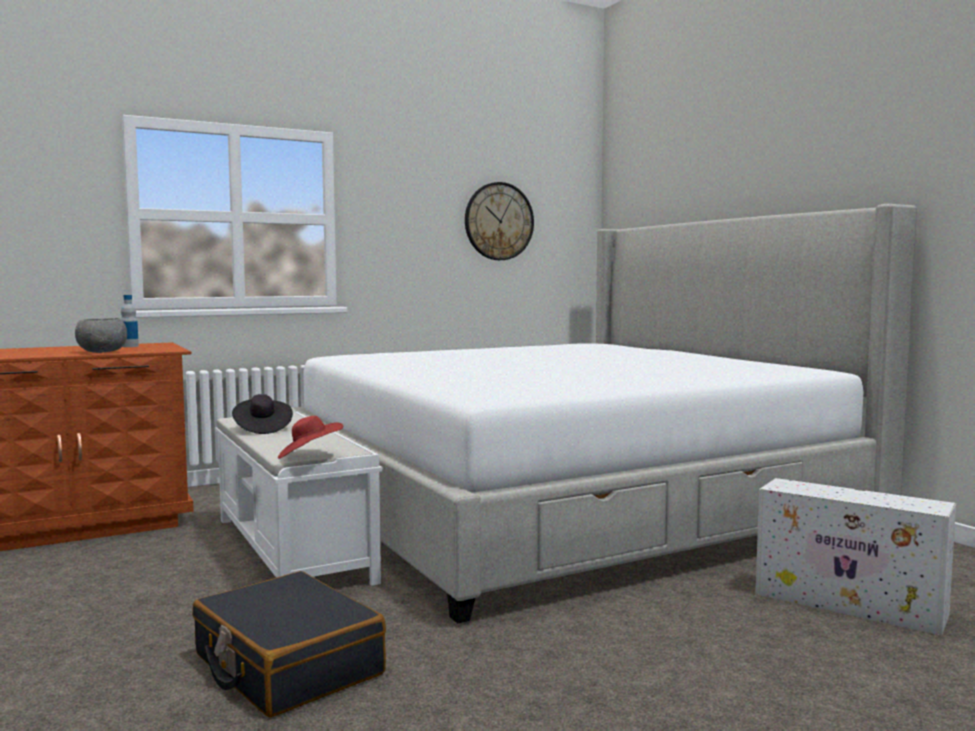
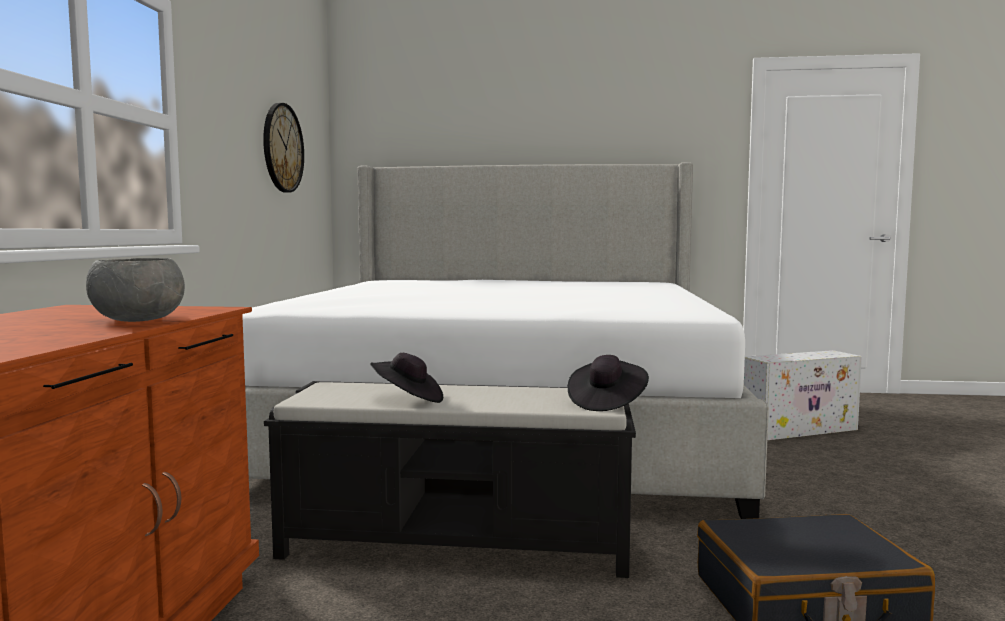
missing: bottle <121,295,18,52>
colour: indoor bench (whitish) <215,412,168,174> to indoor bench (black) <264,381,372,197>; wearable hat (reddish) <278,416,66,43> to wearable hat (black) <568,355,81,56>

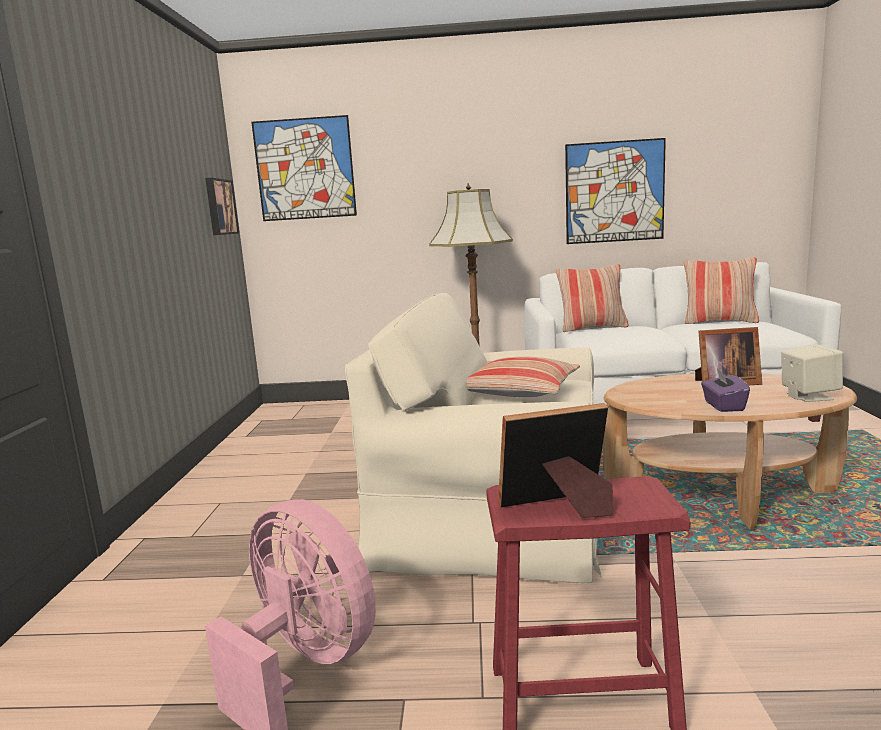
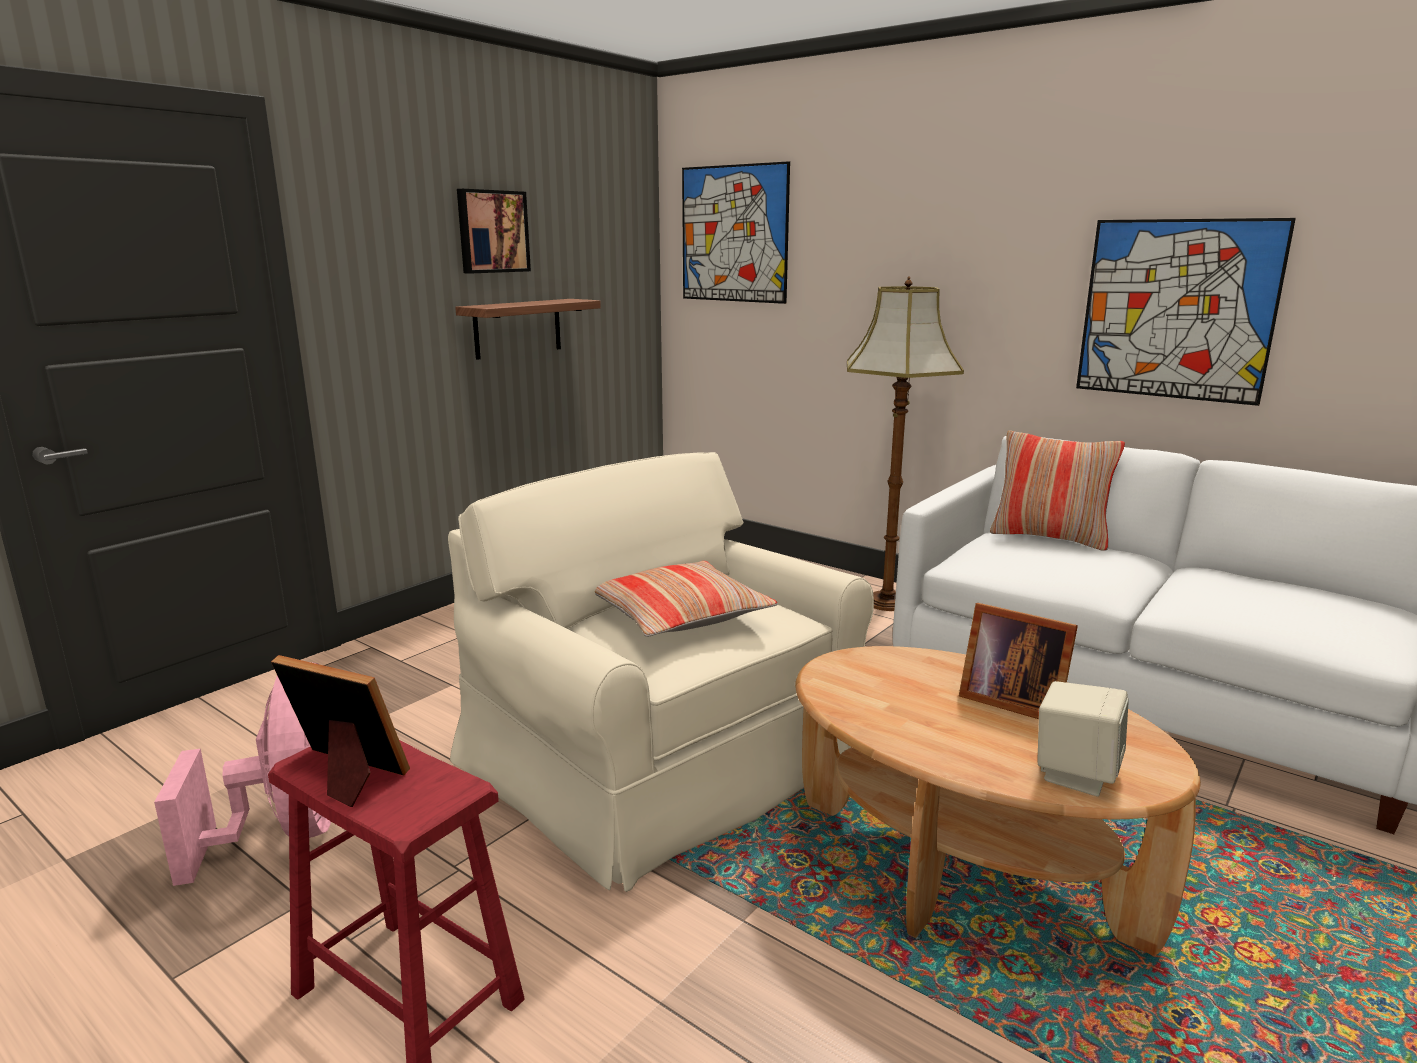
missing: pillow <684,257,75,67>; tissue holder (purplish) <701,369,49,43>
appeared: shelf <455,299,146,61>
relocated: picture <205,178,34,57> to <457,189,74,85>

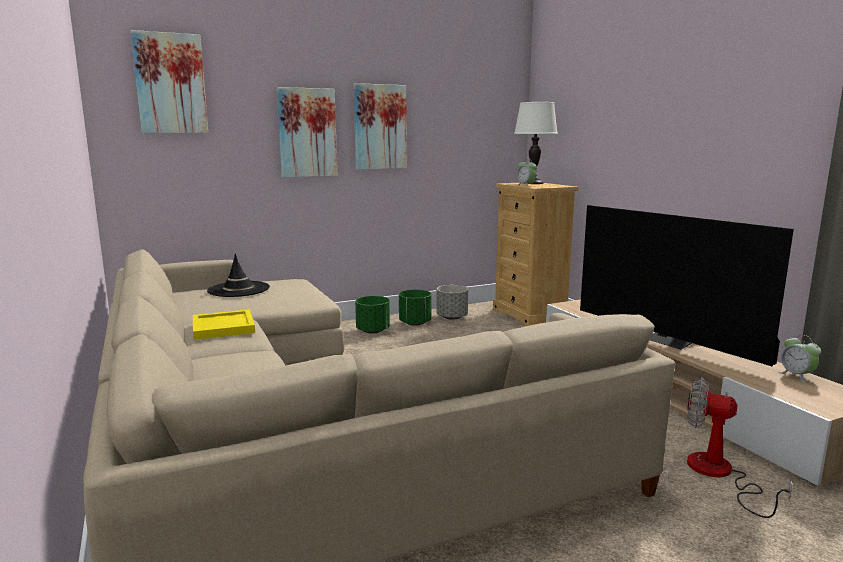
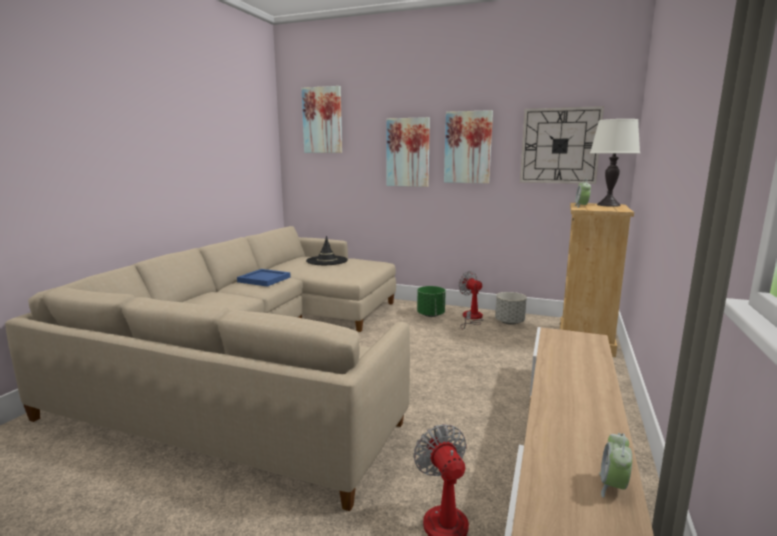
missing: television <580,205,214,161>
appeared: hanging clock <520,106,84,78>
exchanged: flower pot (greenish) <399,290,32,36> to electric fan <458,271,26,58>
colour: serving tray (yellowish) <193,309,62,31> to serving tray (blue) <237,269,54,18>

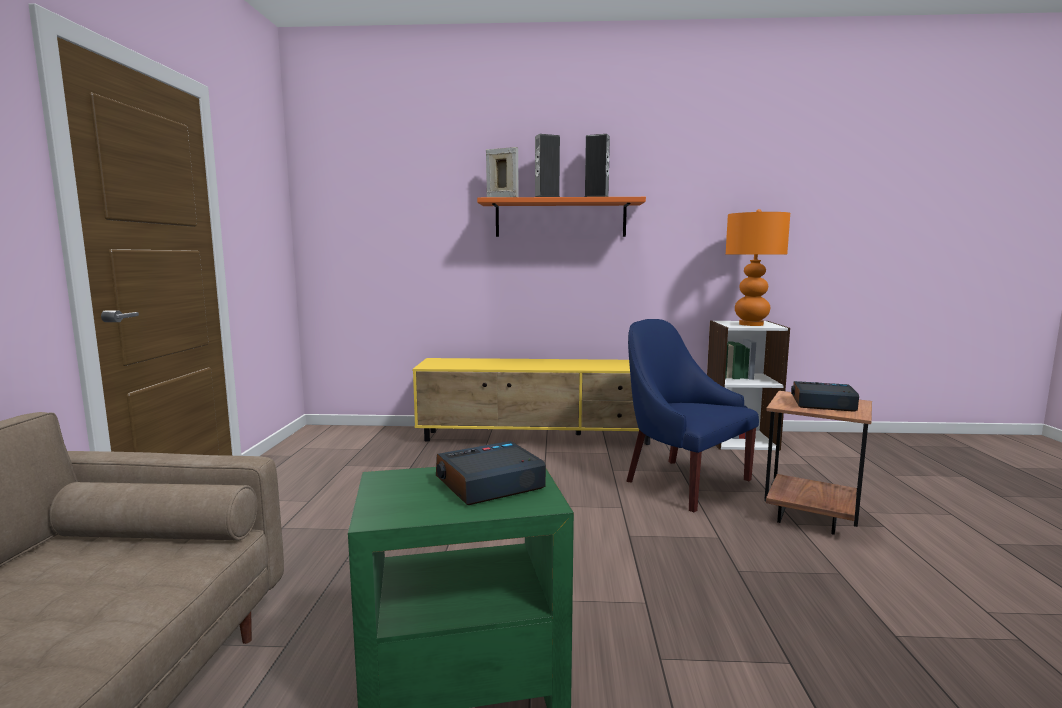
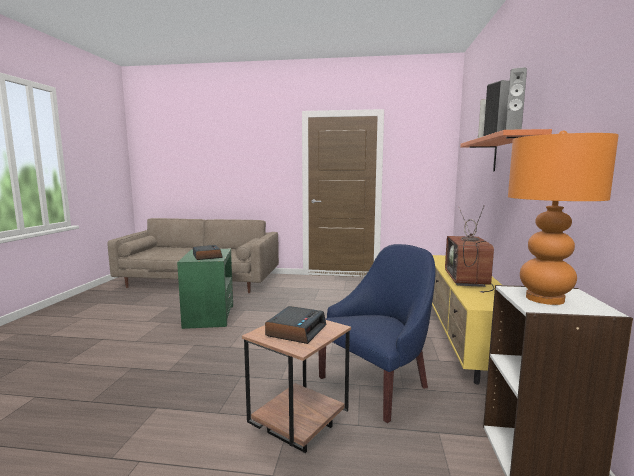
appeared: television <445,205,49,88>

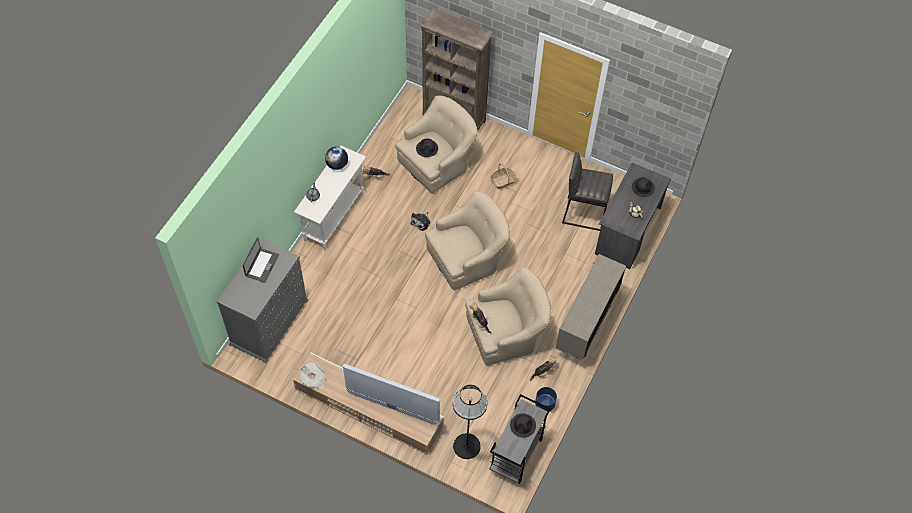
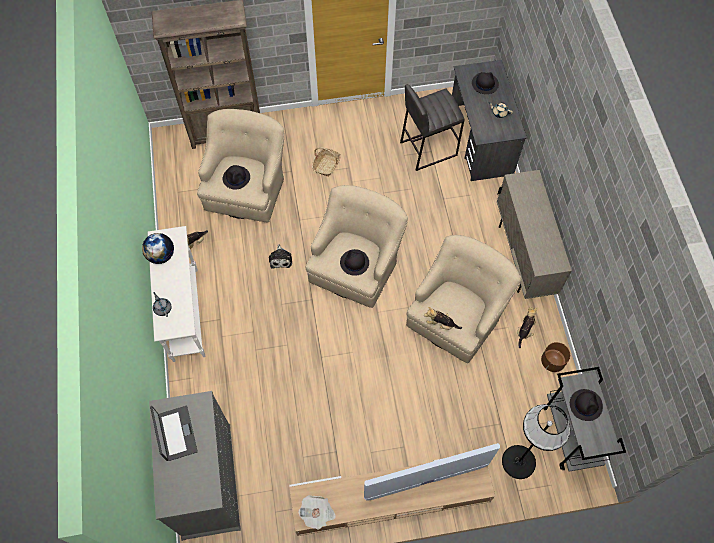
appeared: wearable hat (black) <340,249,29,27>
colour: flower pot (blue) <535,387,22,24> to flower pot (brown) <541,342,29,30>

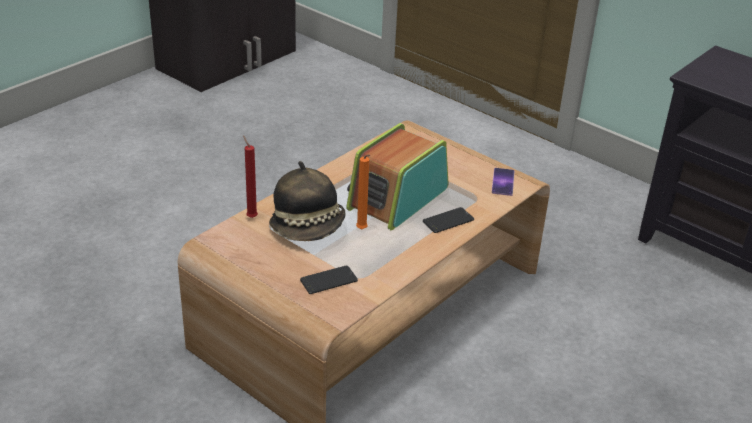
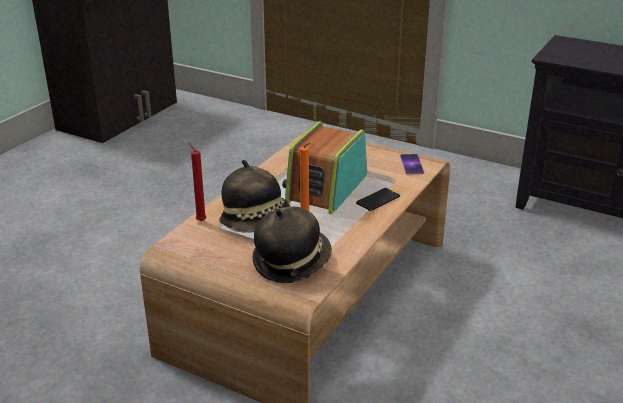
exchanged: telephone <300,266,58,28> to wearable hat <253,206,79,77>

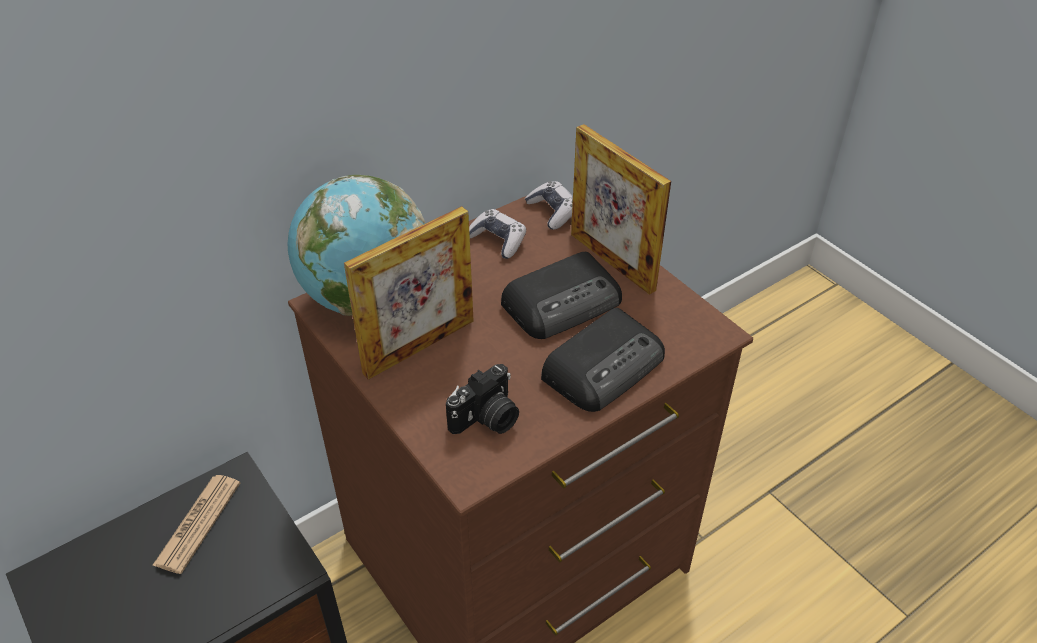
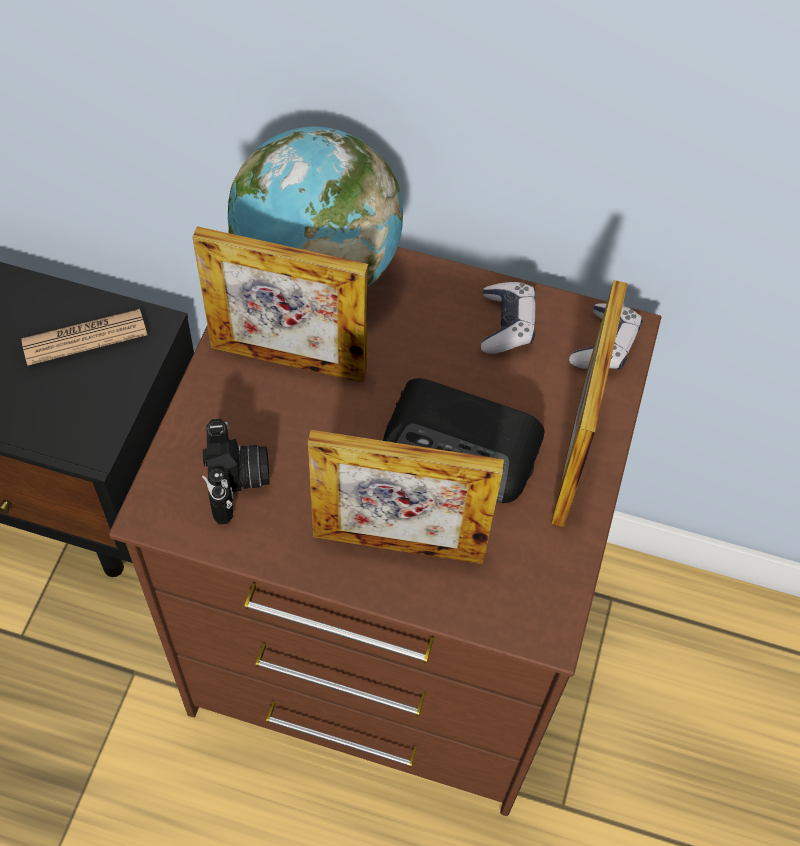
exchanged: radio <541,308,124,104> to standing frame <308,430,196,134>
spun: still camera <446,364,73,70> = <202,419,68,105> 105 degrees counterclockwise

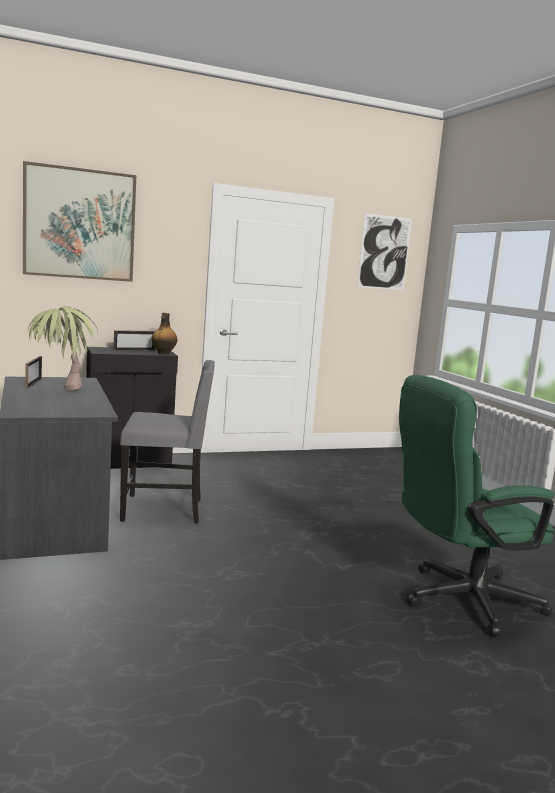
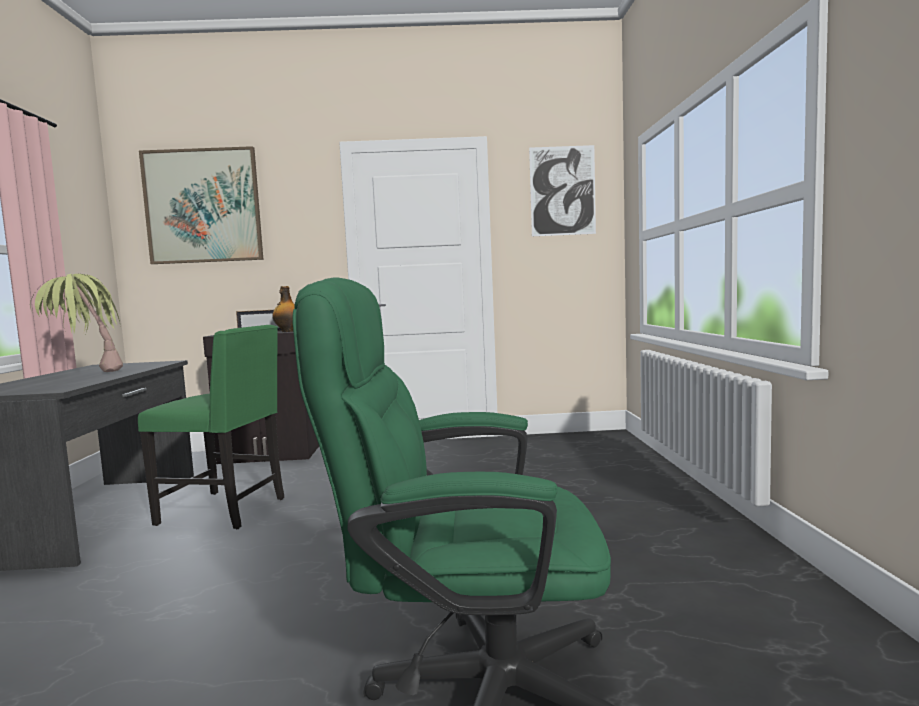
missing: standing frame <25,356,17,33>
colour: plain chair (greyish) <120,360,95,163> to plain chair (greenish) <138,325,146,204>

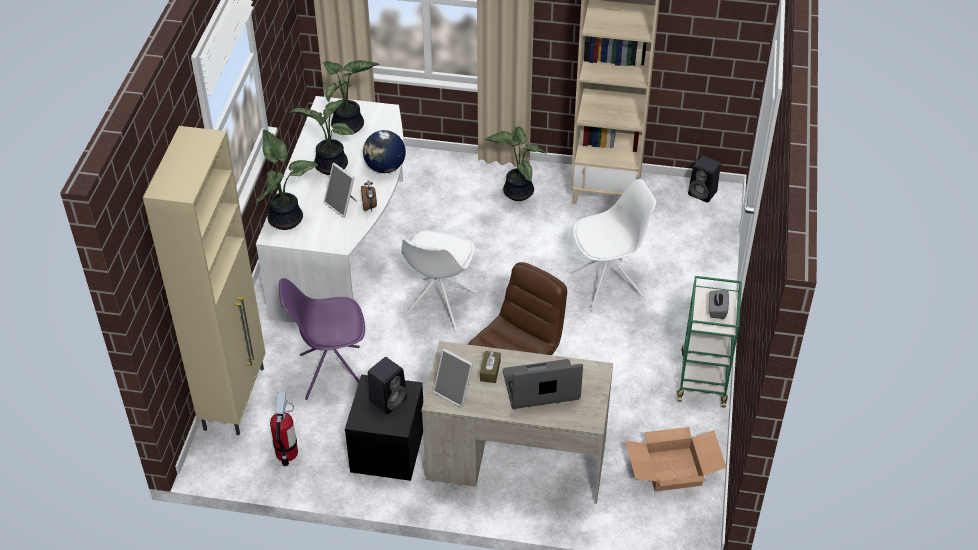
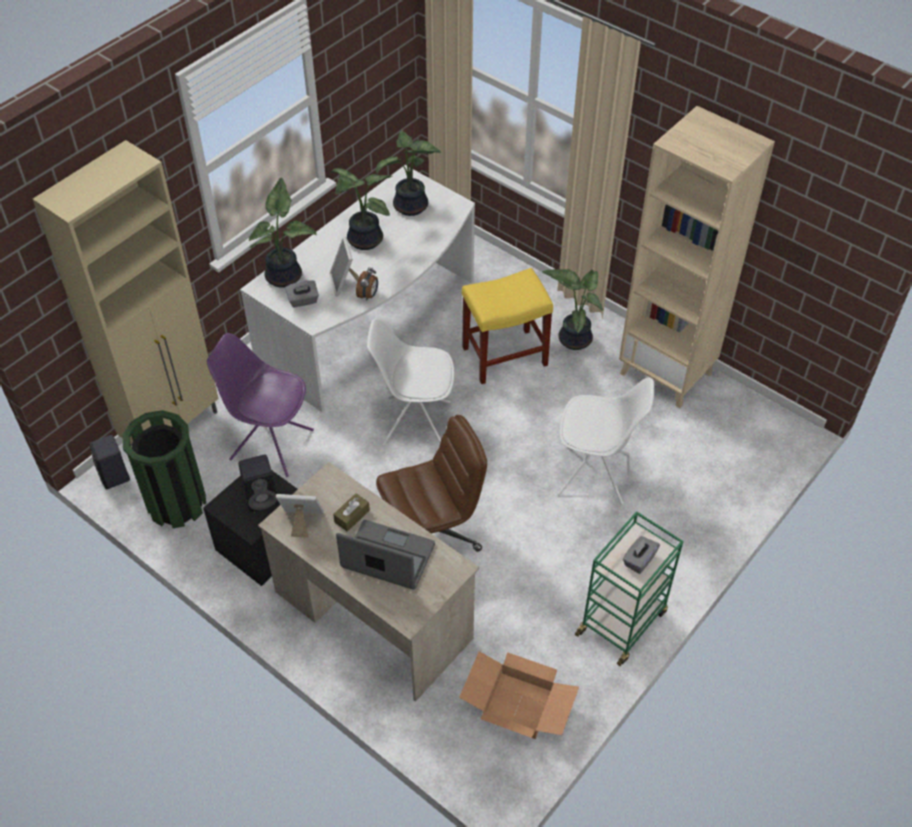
missing: globe <363,130,43,43>
appeared: tissue holder (greyish) <285,280,34,28>; stool (yellowish) <462,268,91,116>
relocated: audio speaker (black) <688,155,33,48> to <89,435,41,54>
exchanged: fire extinguisher <270,392,28,74> to waste bin (greenish) <122,410,84,118>
spun: plain chair (whitish) <401,231,76,101> = <367,318,87,128> 45 degrees clockwise; standing frame <433,348,40,60> = <276,494,48,44> 120 degrees clockwise

